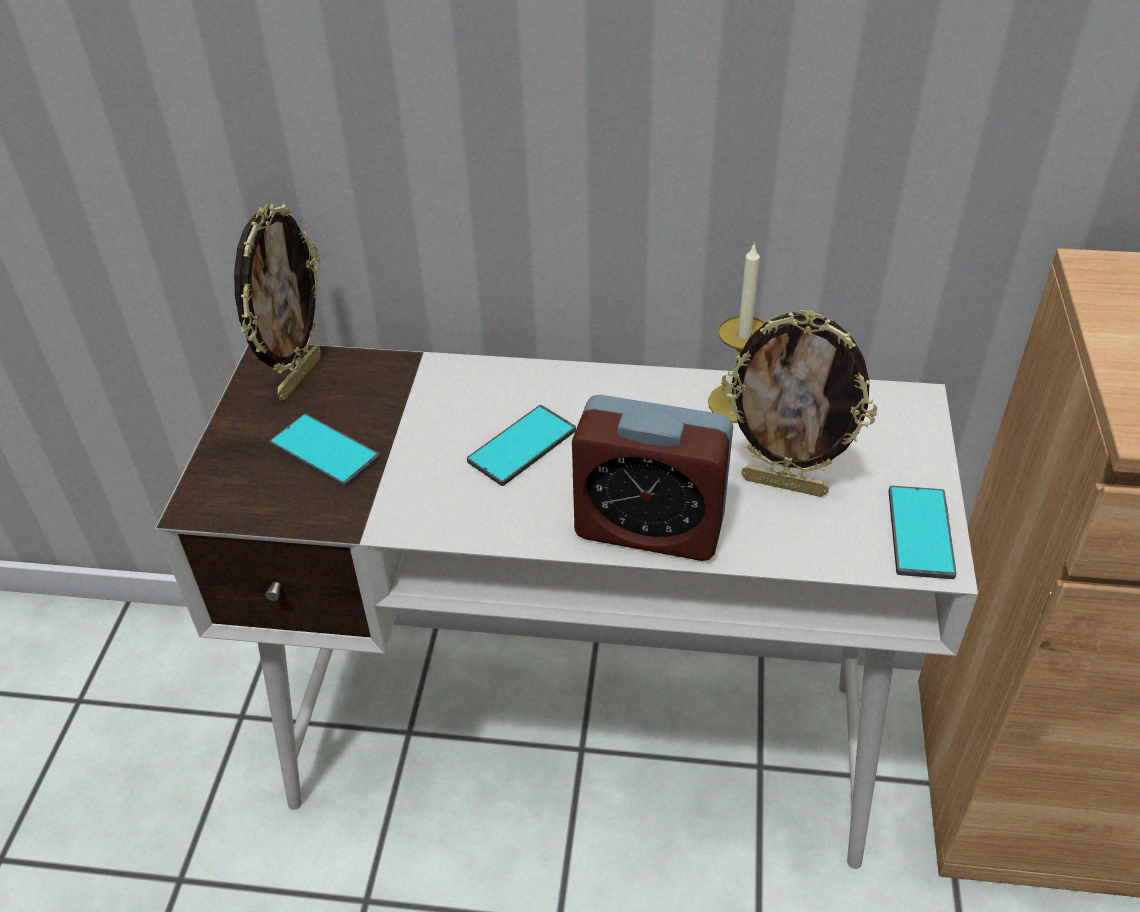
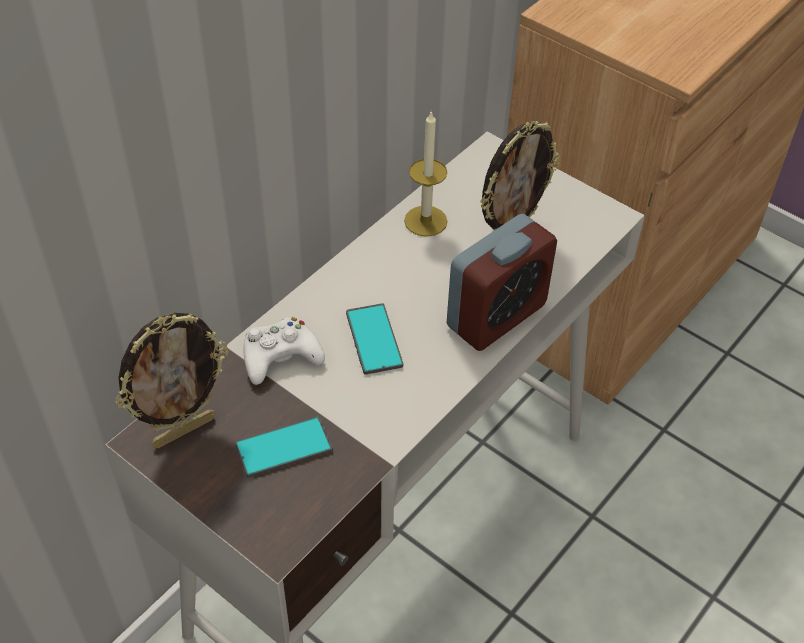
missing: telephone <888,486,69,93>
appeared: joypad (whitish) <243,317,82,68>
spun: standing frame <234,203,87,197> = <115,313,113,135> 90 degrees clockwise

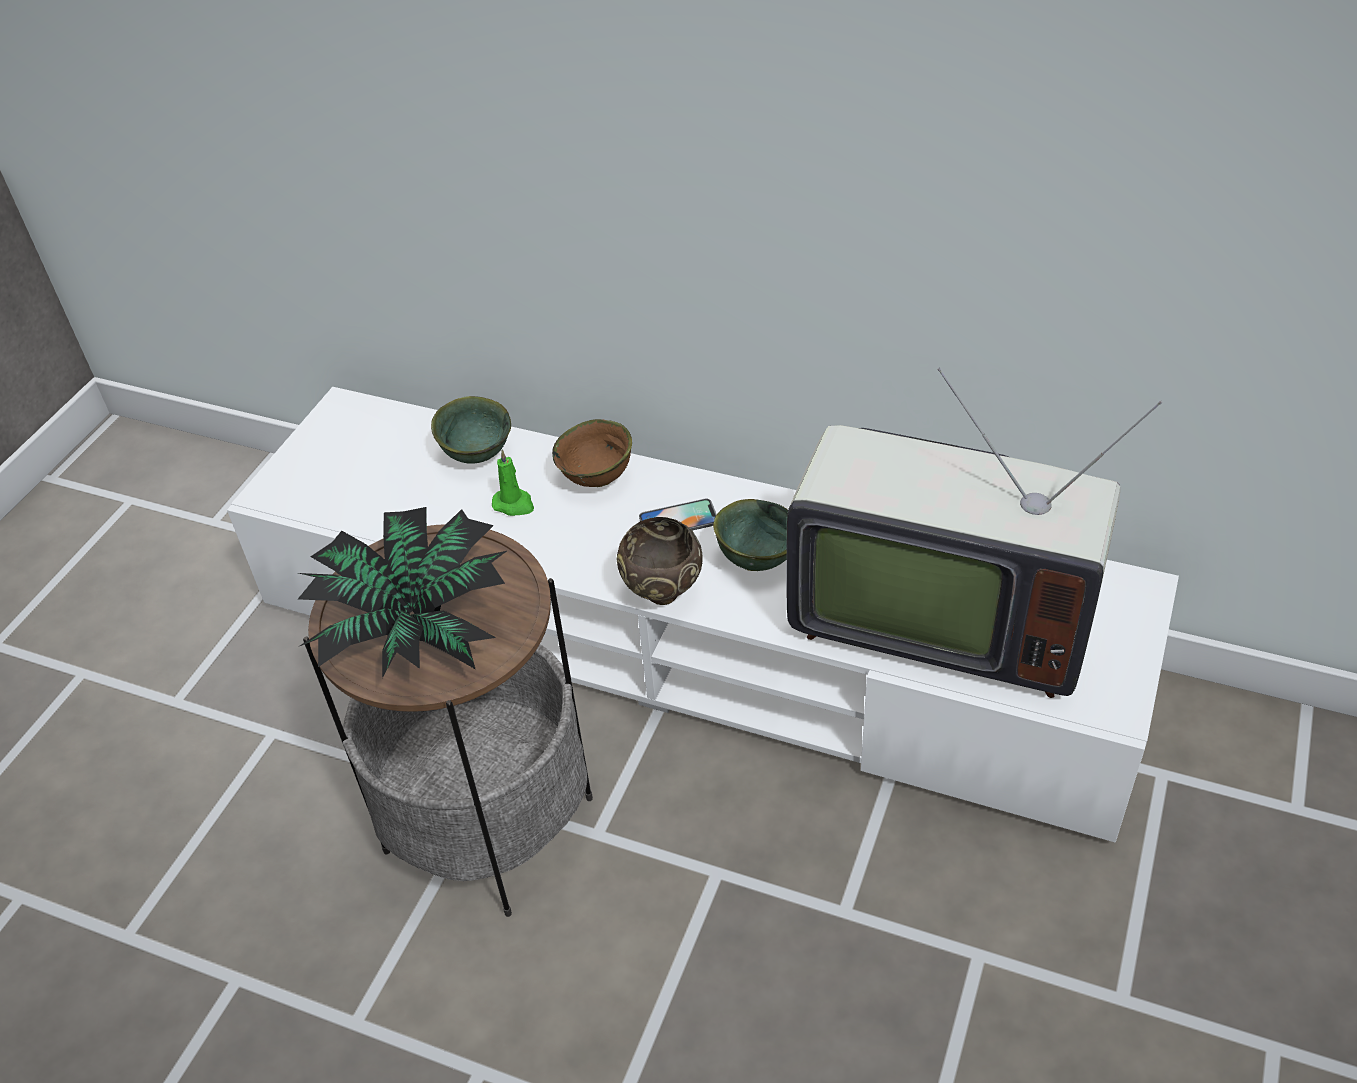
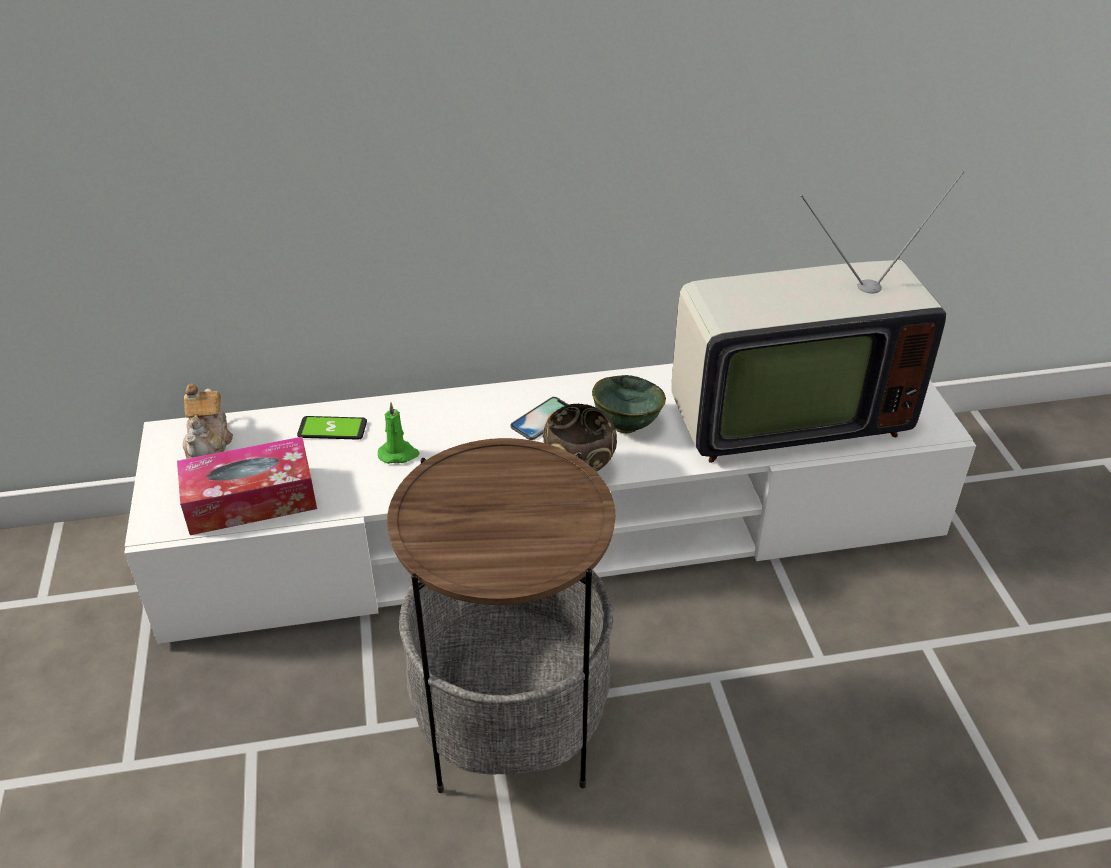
missing: plant in a pot <298,507,209,171>; bowl (brown) <552,419,80,68>
appeared: tissue holder <177,437,140,98>; teapot <183,384,50,75>
exchanged: bowl (greenish) <431,396,80,68> to telephone <297,416,70,24>

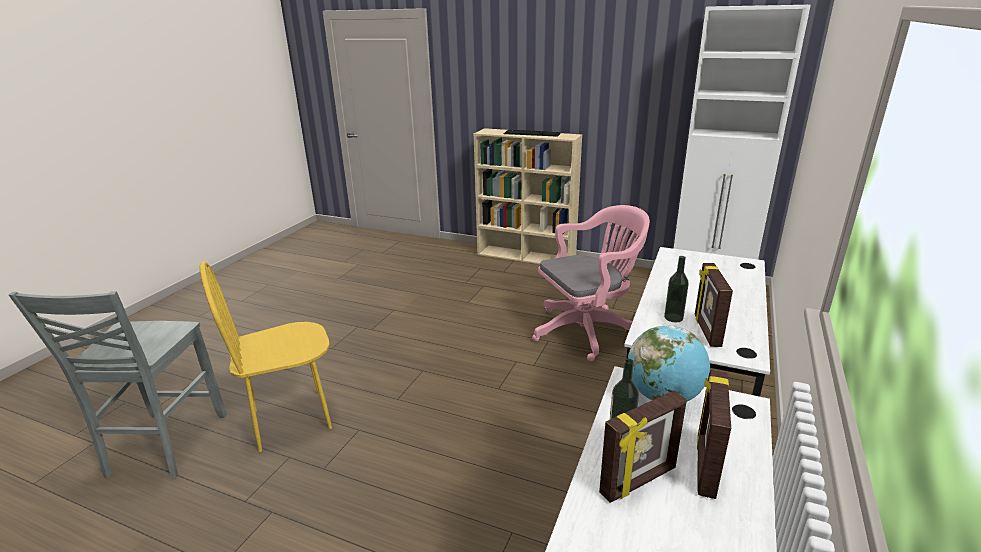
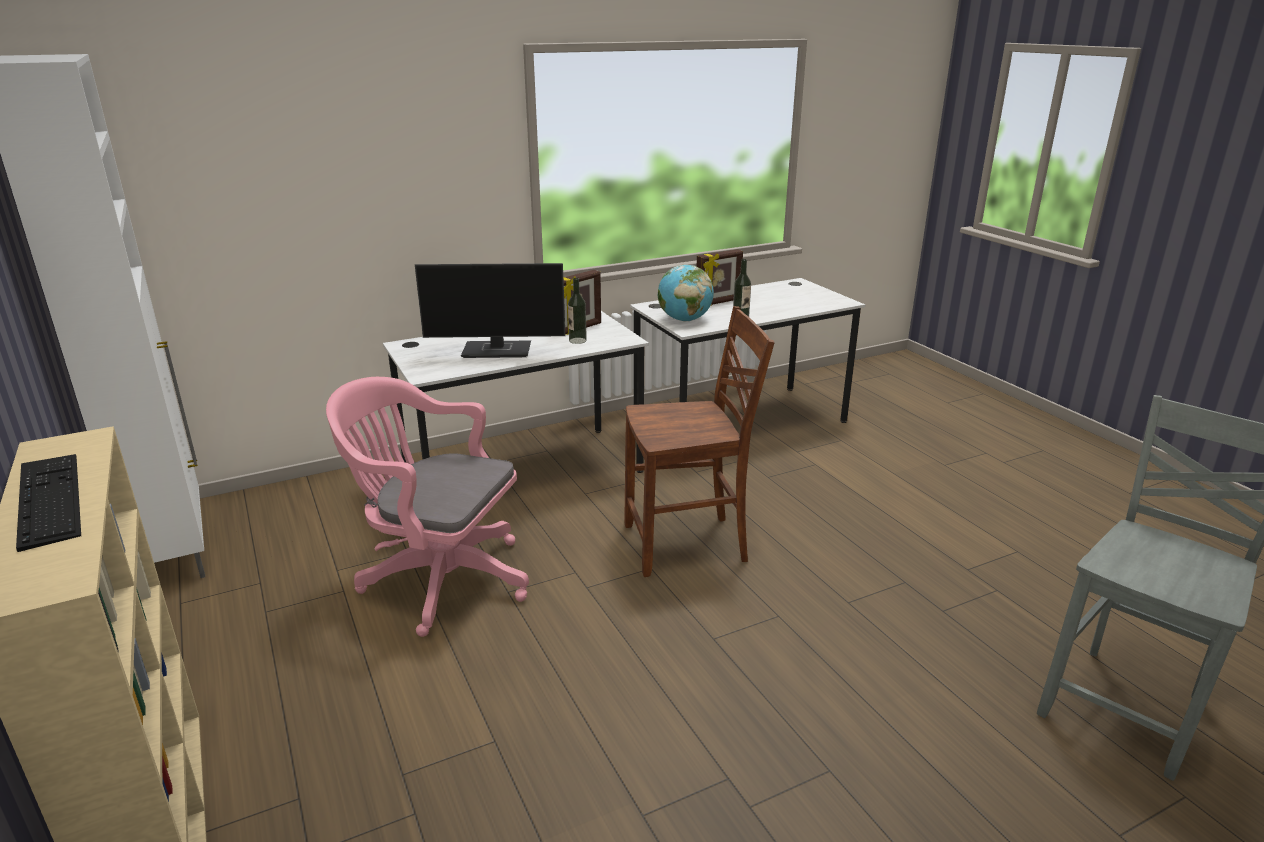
missing: plain chair (yellowish) <200,261,132,191>; standing frame <599,390,88,113>
appeared: computer screen <415,263,150,95>; plain chair (brown) <625,306,149,271>

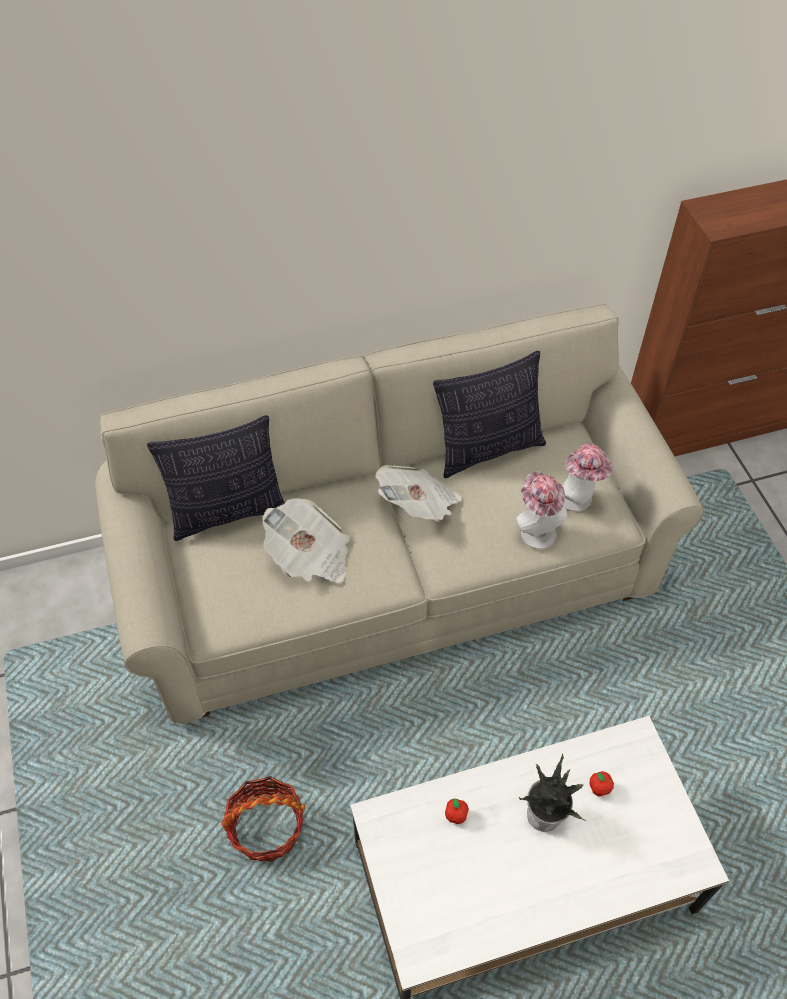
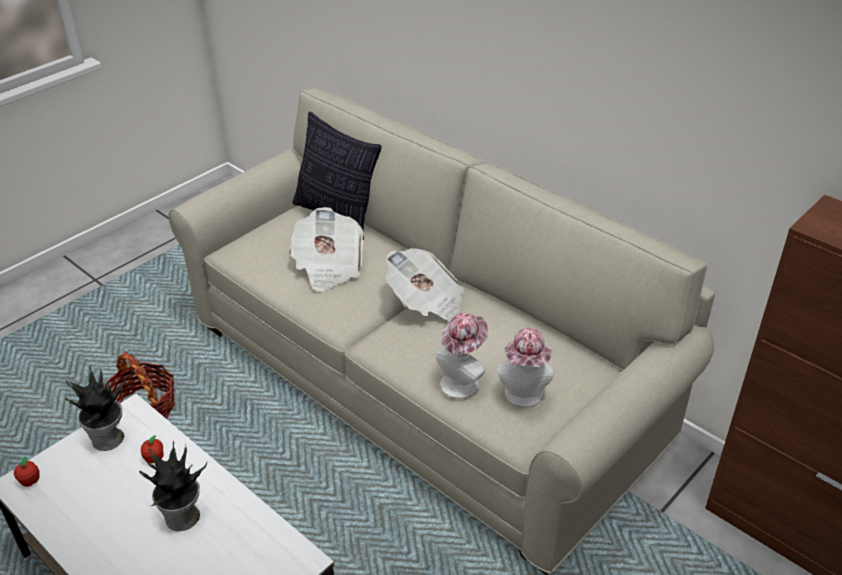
missing: pillow <433,351,113,127>
appeared: plant in a pot <65,365,61,86>
relocated: apple <589,771,25,26> to <14,457,25,30>

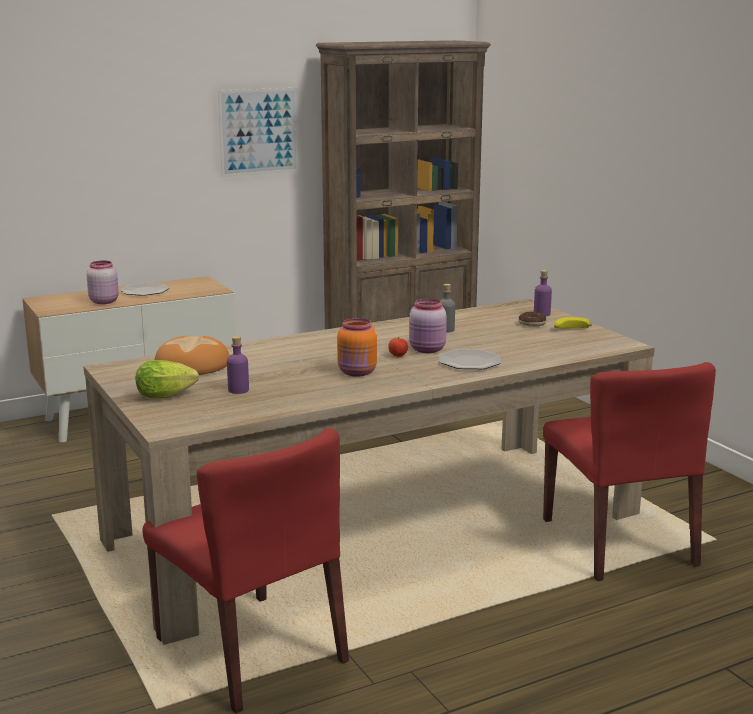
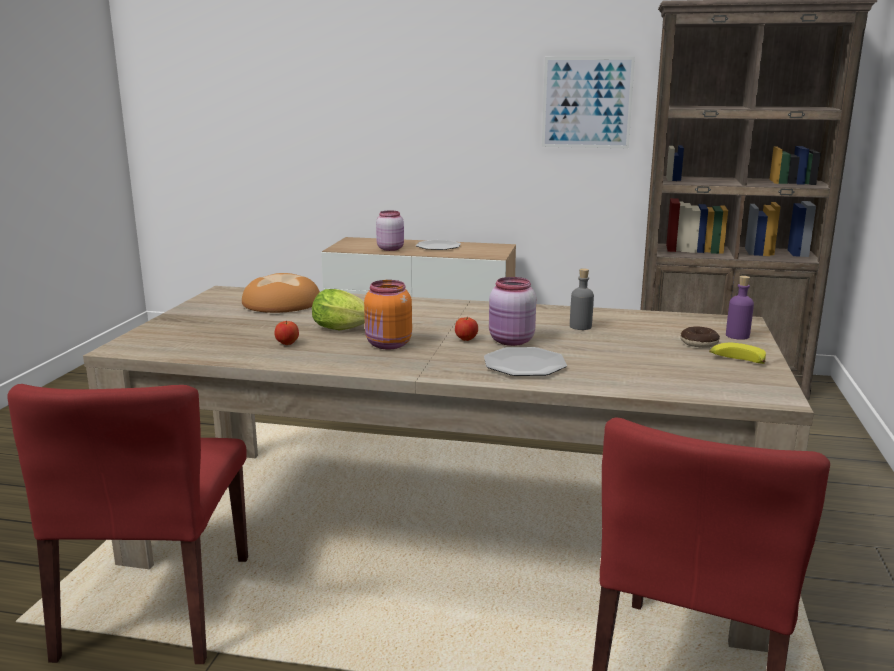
missing: bottle (purplish) <227,336,22,58>
appeared: apple <274,320,25,25>
relocated: lettuce head <136,360,63,38> to <312,289,53,41>

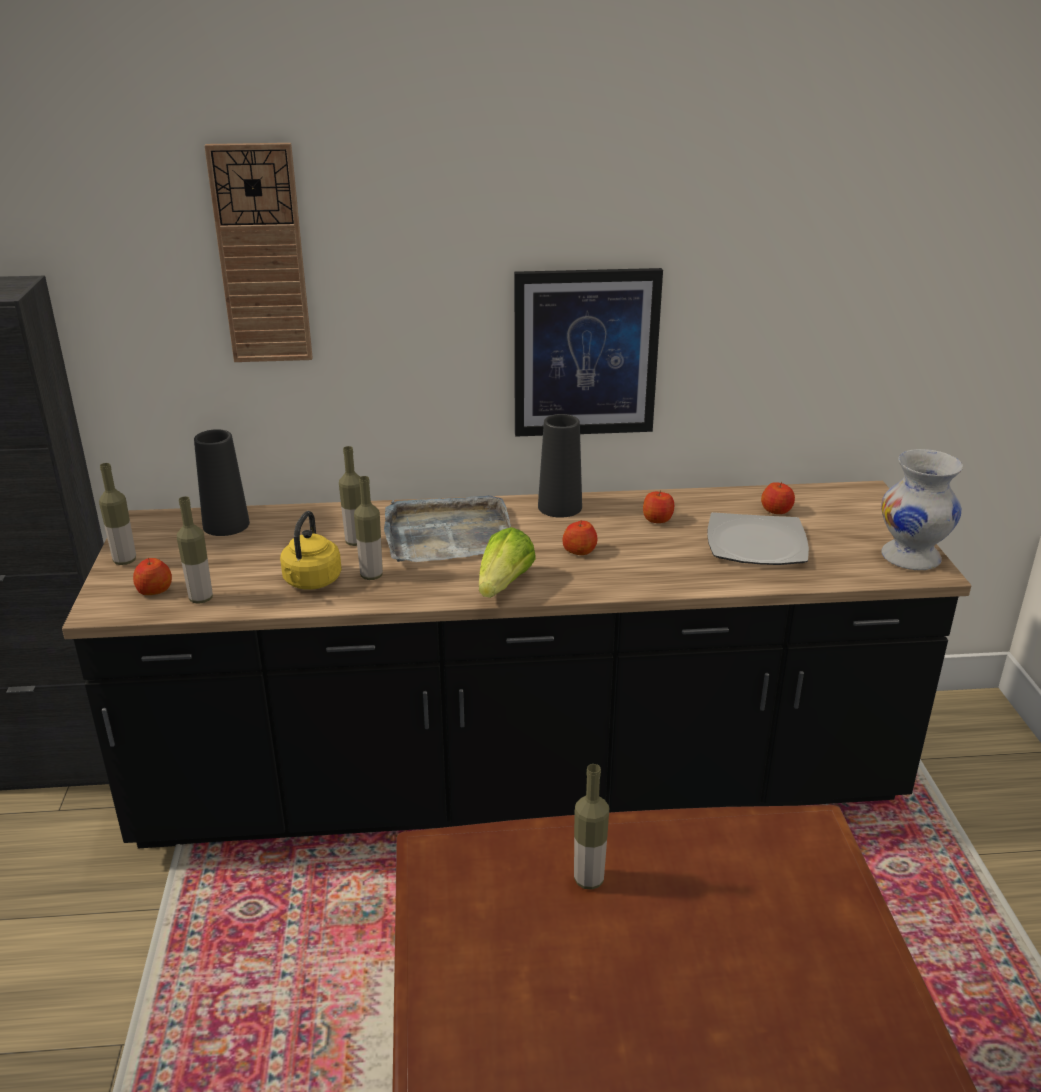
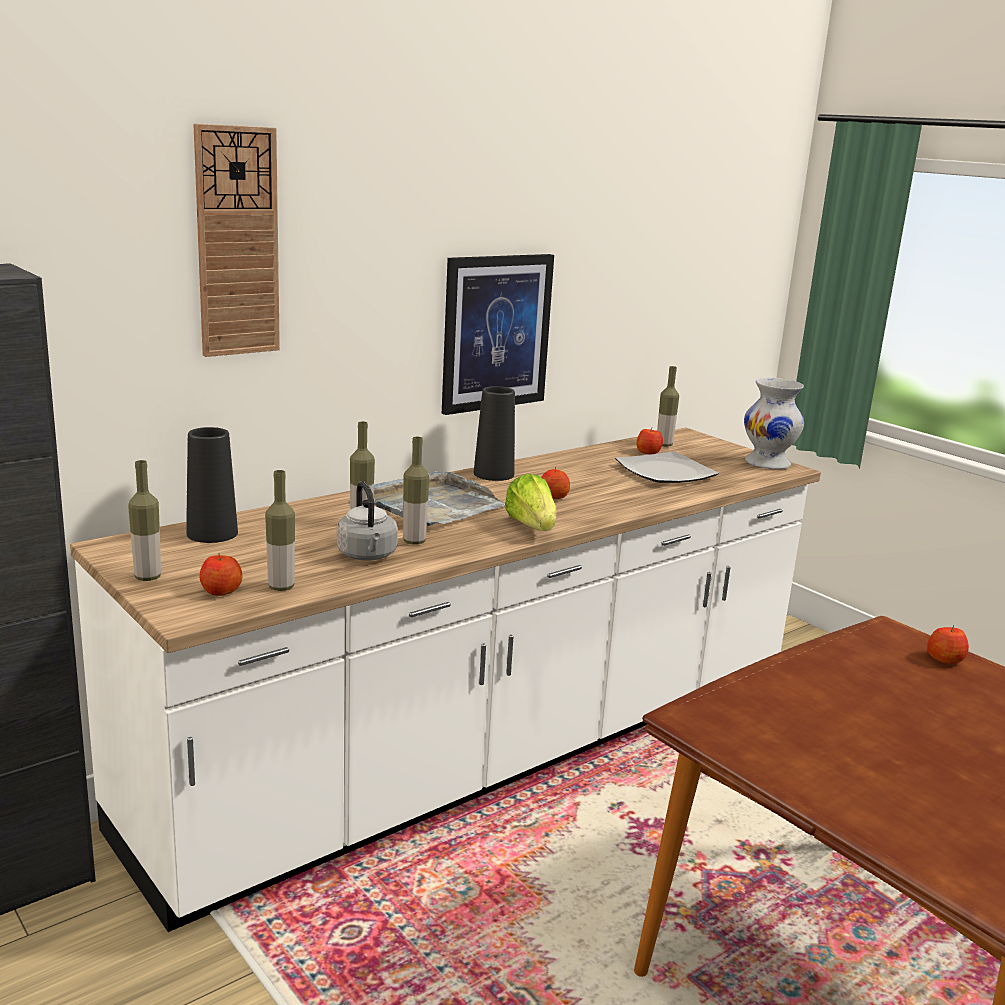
relocated: bottle <574,764,35,126> to <657,366,22,81>; apple <643,490,32,33> to <927,625,42,39>
colour: counter (black) <62,481,909,367> to counter (whitish) <70,428,751,504>; water kettle (yellowish) <280,511,62,79> to water kettle (greyish) <337,481,61,80>

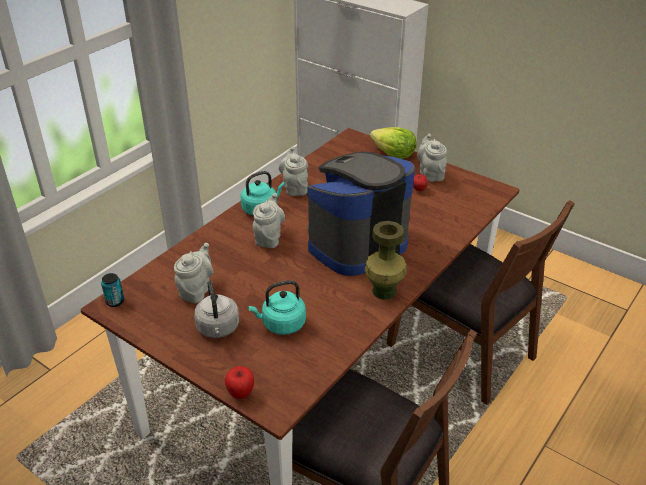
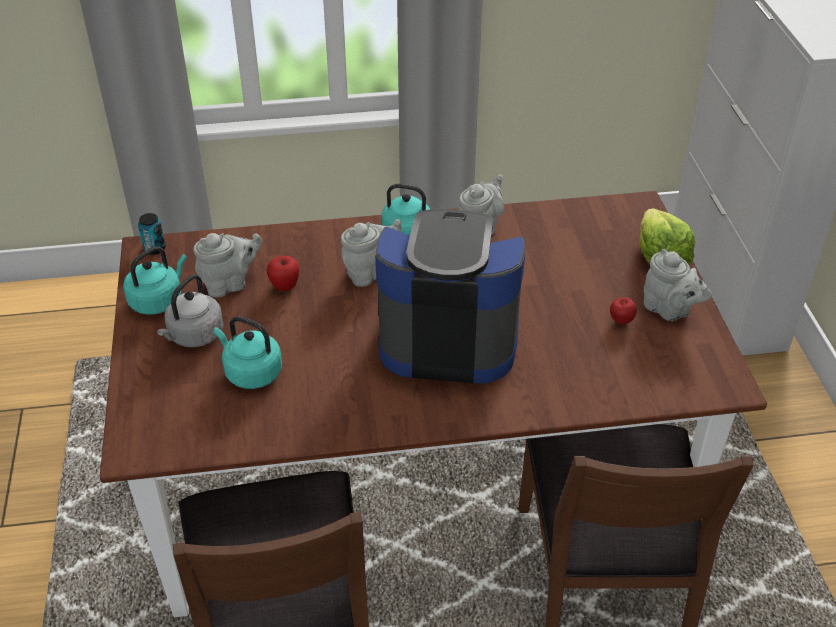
missing: flower vase (greenish) <365,221,42,79>
appeared: water kettle (turquoise) <123,246,64,69>
relocated: apple <225,366,29,33> to <267,256,32,35>
spun: teapot (greyish) <417,134,30,48> = <644,249,68,72> 105 degrees clockwise

